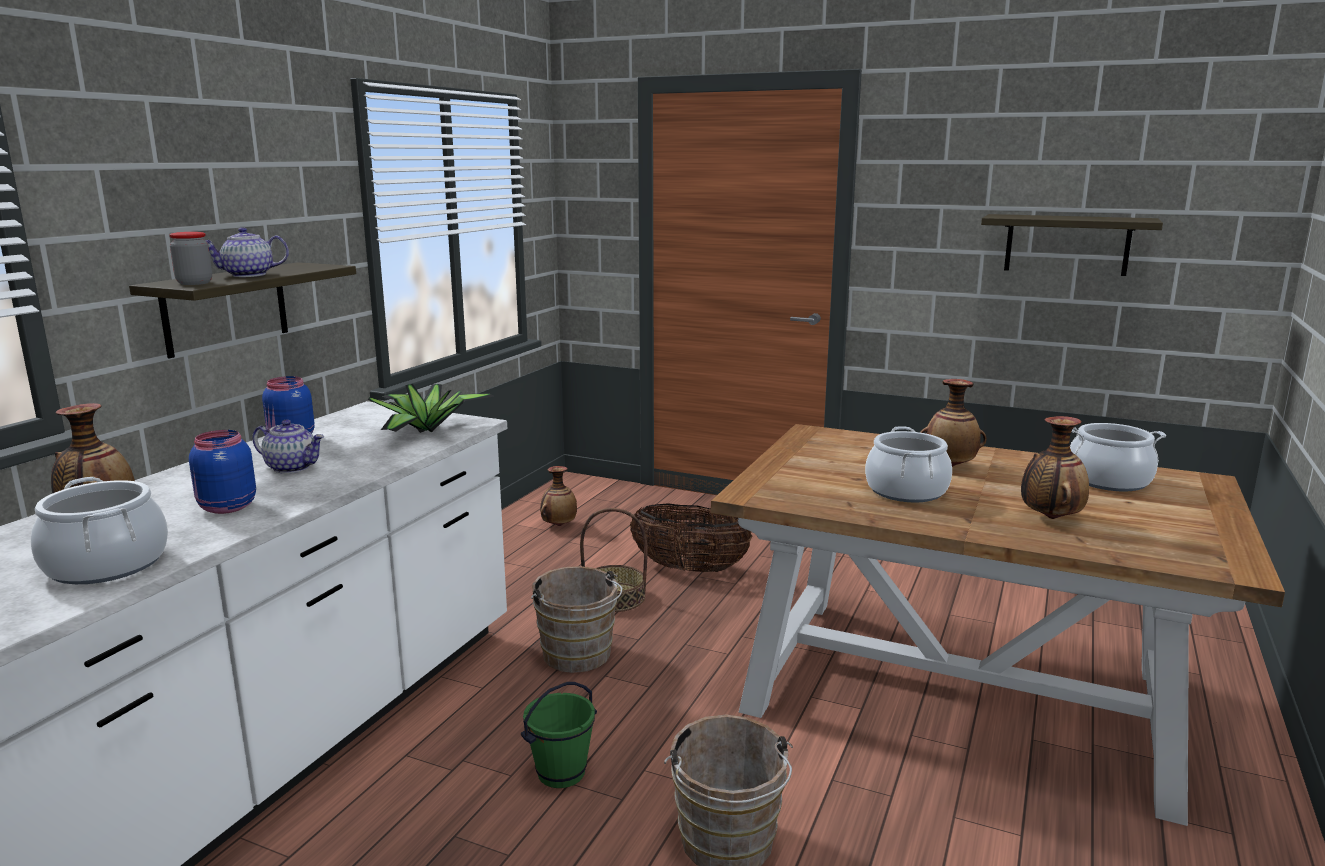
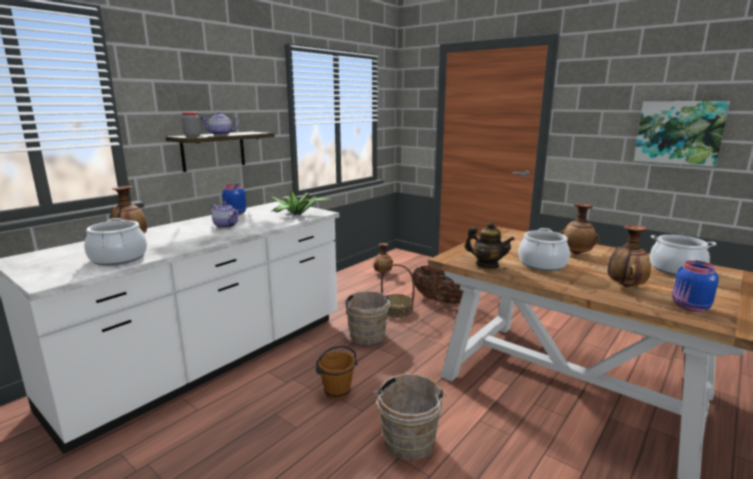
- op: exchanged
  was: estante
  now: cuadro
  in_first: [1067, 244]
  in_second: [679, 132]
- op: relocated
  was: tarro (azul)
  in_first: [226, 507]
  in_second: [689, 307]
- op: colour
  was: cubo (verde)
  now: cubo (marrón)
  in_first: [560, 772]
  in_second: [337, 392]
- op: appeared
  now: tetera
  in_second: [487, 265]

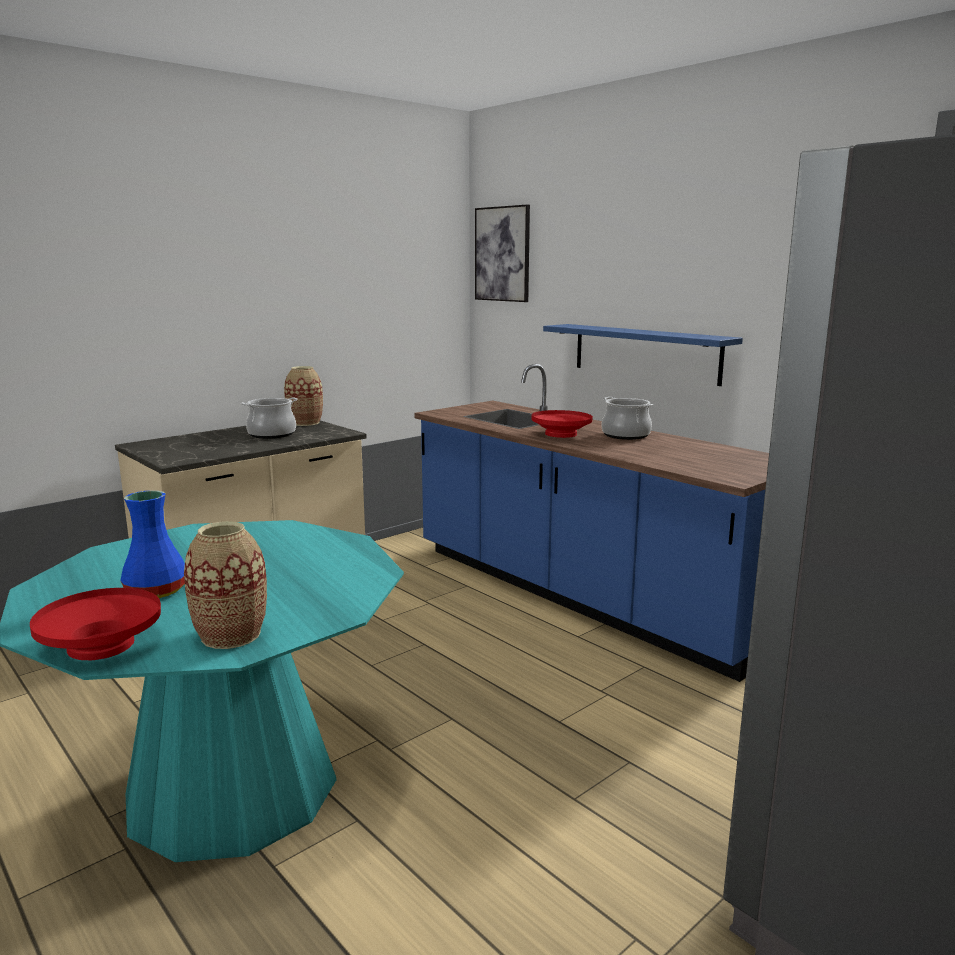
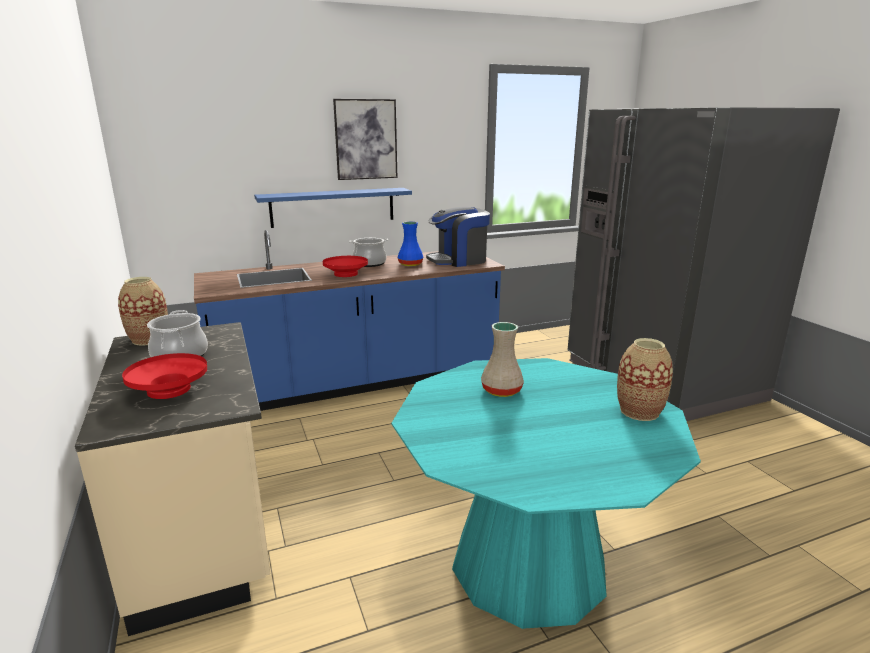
- op: relocated
  was: cuadro
  in_first: [502, 254]
  in_second: [366, 139]
- op: relocated
  was: florero (azul)
  in_first: [158, 591]
  in_second: [410, 264]
- op: relocated
  was: cuenco (rojo)
  in_first: [102, 646]
  in_second: [169, 390]
- op: appeared
  now: cafetera
  in_second: [458, 260]
- op: appeared
  now: florero (beis)
  in_second: [501, 391]

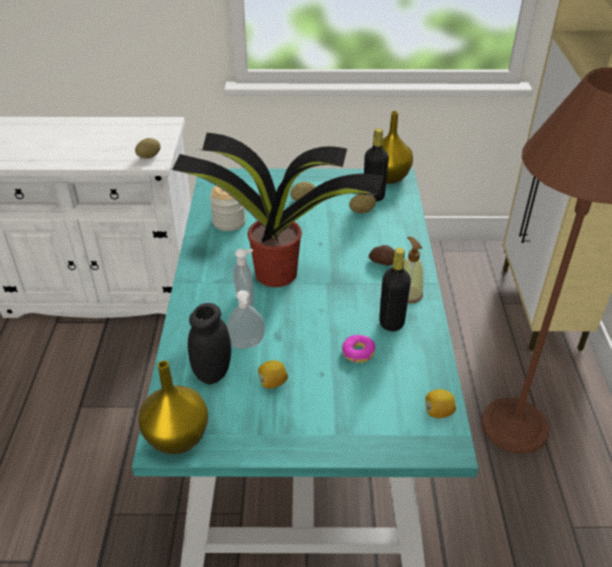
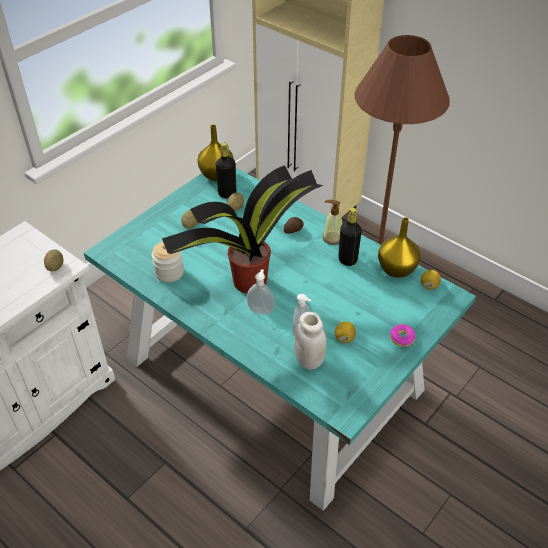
- op: colour
  was: tarro (negro)
  now: tarro (blanco)
  in_first: [213, 372]
  in_second: [309, 360]
- op: relocated
  was: rosquilla
  in_first: [358, 352]
  in_second: [402, 338]
- op: relocated
  was: florero (amarillo)
  in_first: [176, 437]
  in_second: [395, 269]

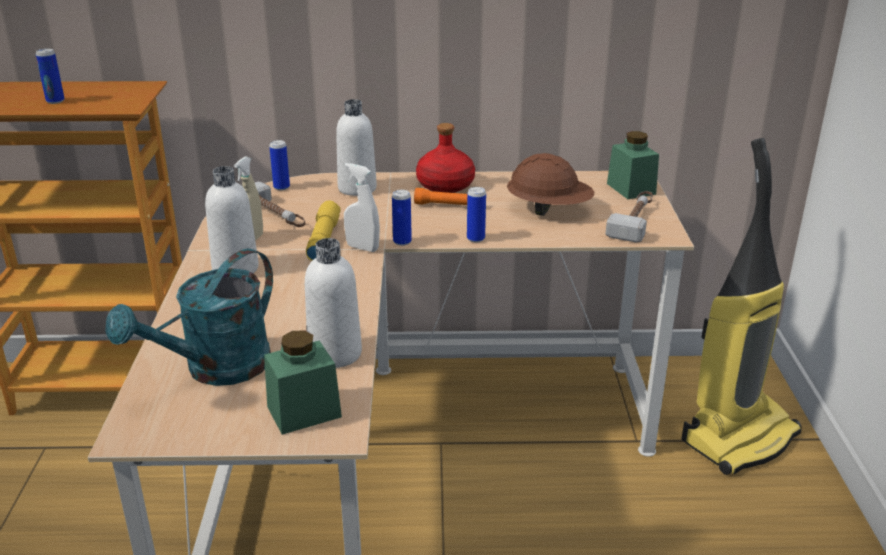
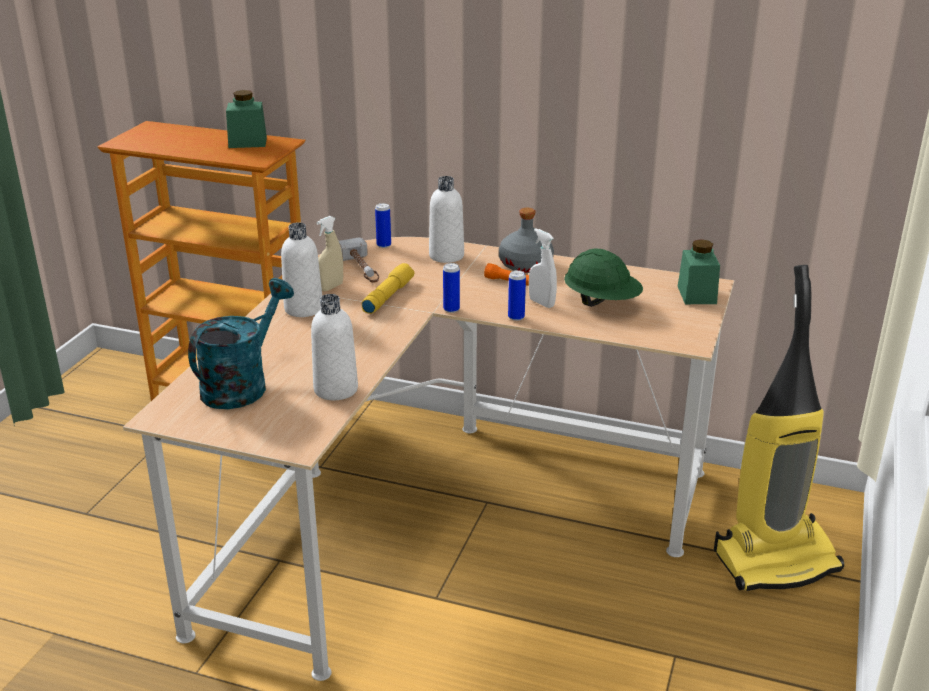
- op: missing
  was: lata
  in_first: [55, 101]
- op: colour
  was: botella (rojo)
  now: botella (gris)
  in_first: [446, 185]
  in_second: [526, 265]
- op: colour
  was: casco (marrón)
  now: casco (verde)
  in_first: [549, 210]
  in_second: [602, 302]
- op: relocated
  was: pulverizador (blanco)
  in_first: [362, 248]
  in_second: [541, 303]
- op: missing
  was: martillo
  in_first: [634, 220]
- op: spun
  was: regadera (turquesa)
  in_first: [216, 370]
  in_second: [242, 384]
  clockwise: 150
- op: relocated
  was: tarro (verde)
  in_first: [304, 411]
  in_second: [247, 142]

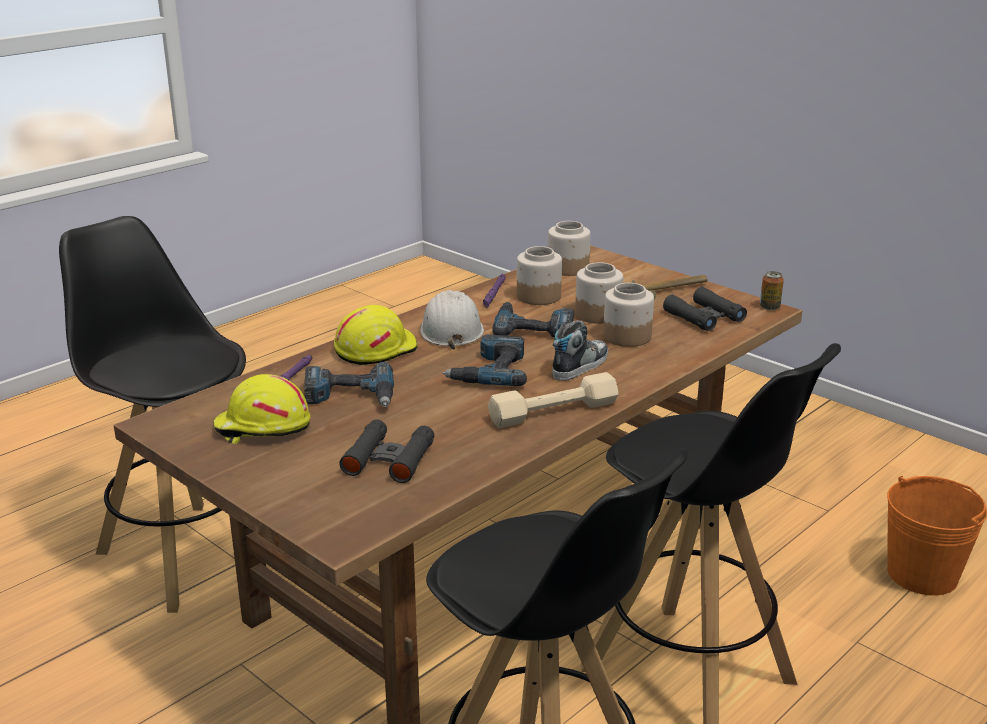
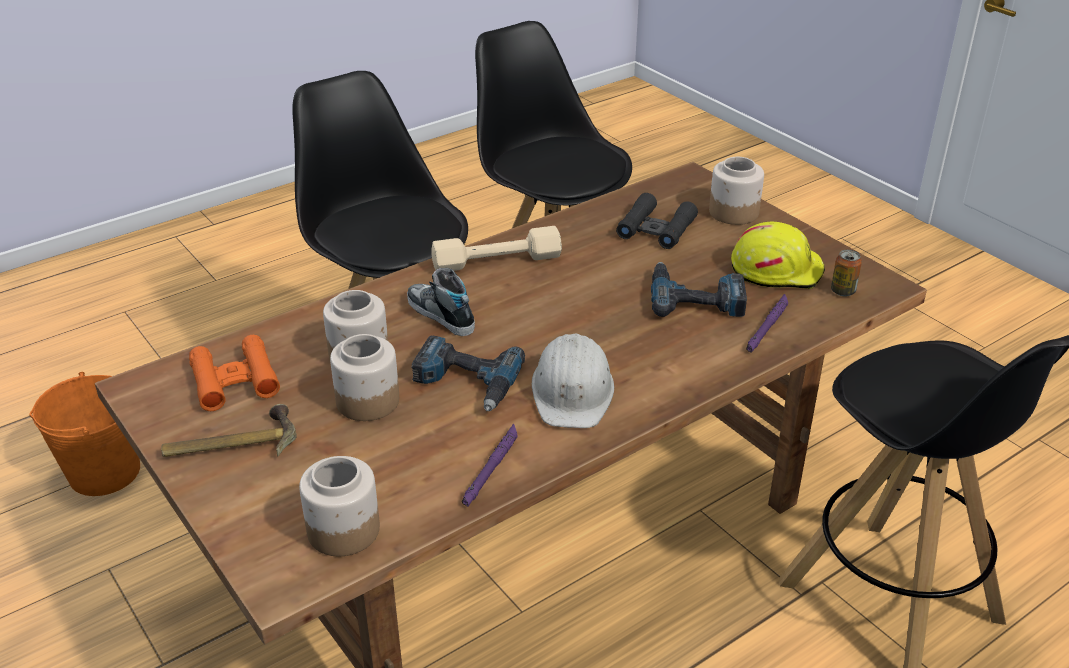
- op: relocated
  was: tarro
  in_first: [538, 296]
  in_second: [734, 212]
- op: relocated
  was: lata
  in_first: [769, 307]
  in_second: [843, 291]
- op: colour
  was: prismáticos (negro)
  now: prismáticos (naranja)
  in_first: [704, 317]
  in_second: [234, 380]
- op: missing
  was: casco (amarillo)
  in_first: [375, 349]
- op: spun
  was: zapato
  in_first: [580, 365]
  in_second: [440, 315]
  clockwise: 90
- op: missing
  was: taladro
  in_first: [489, 371]

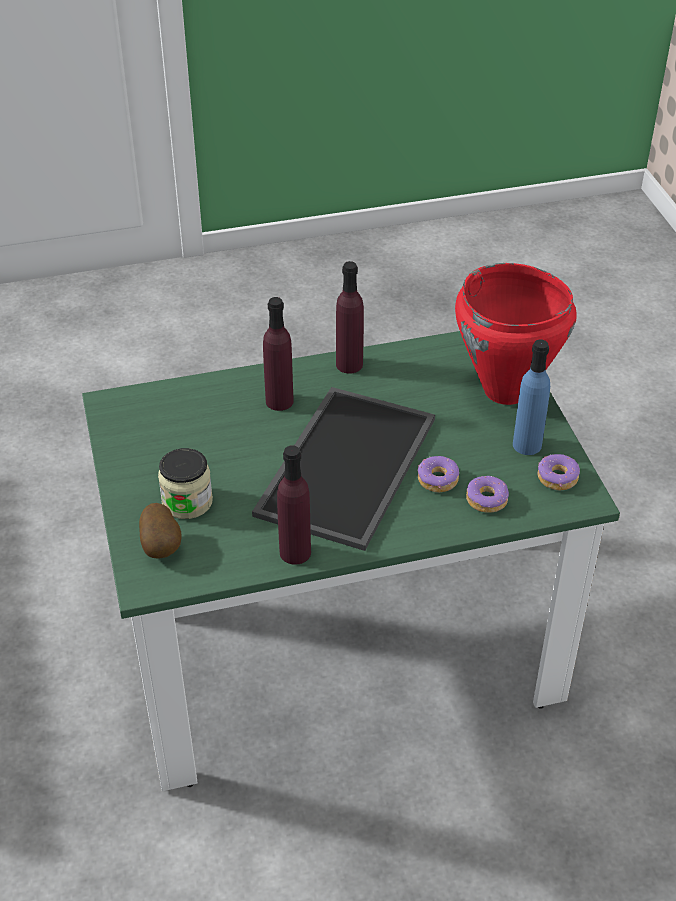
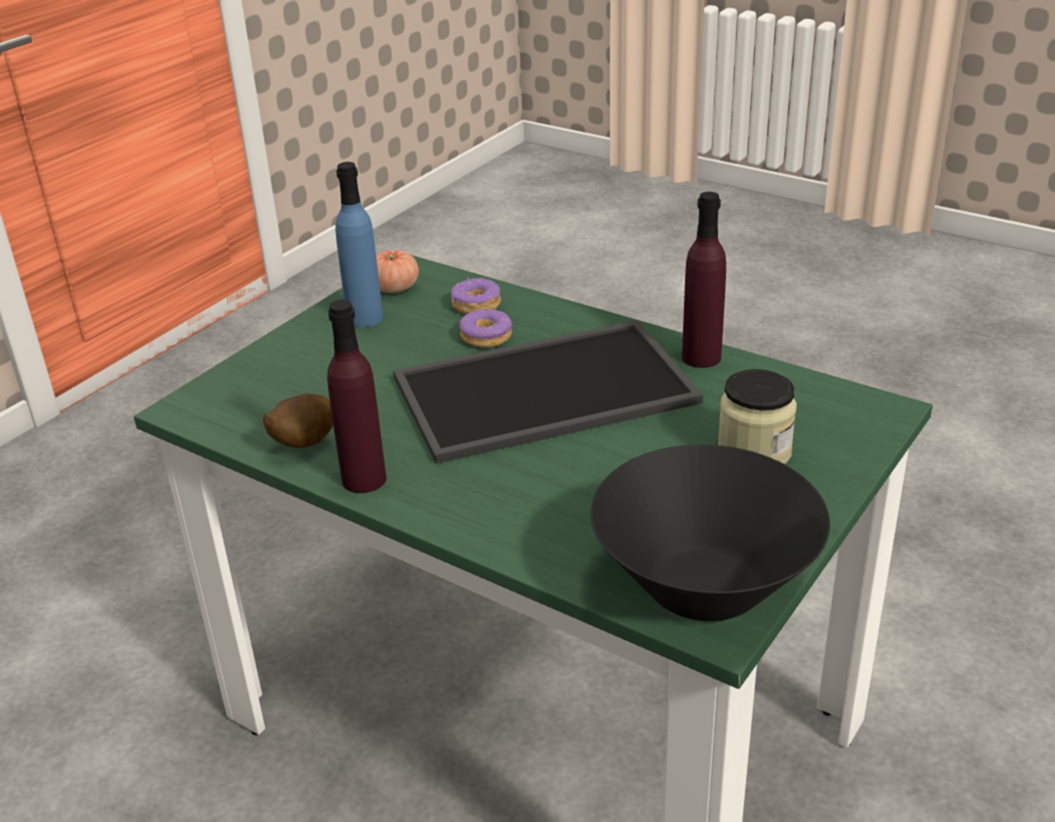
- op: missing
  was: olla (rojo)
  in_first: [506, 391]
- op: missing
  was: botella (morado)
  in_first: [279, 401]
- op: exchanged
  was: rosquilla
  now: tomate
  in_first: [557, 478]
  in_second: [394, 288]
- op: relocated
  was: patata
  in_first: [162, 547]
  in_second: [302, 444]
- op: appeared
  now: cuenco (negro)
  in_second: [704, 586]

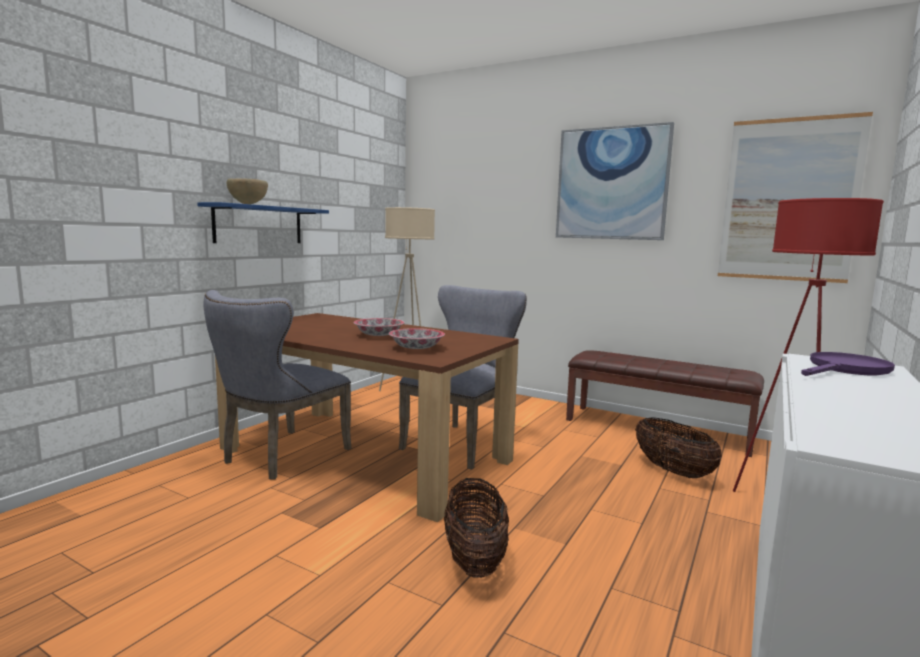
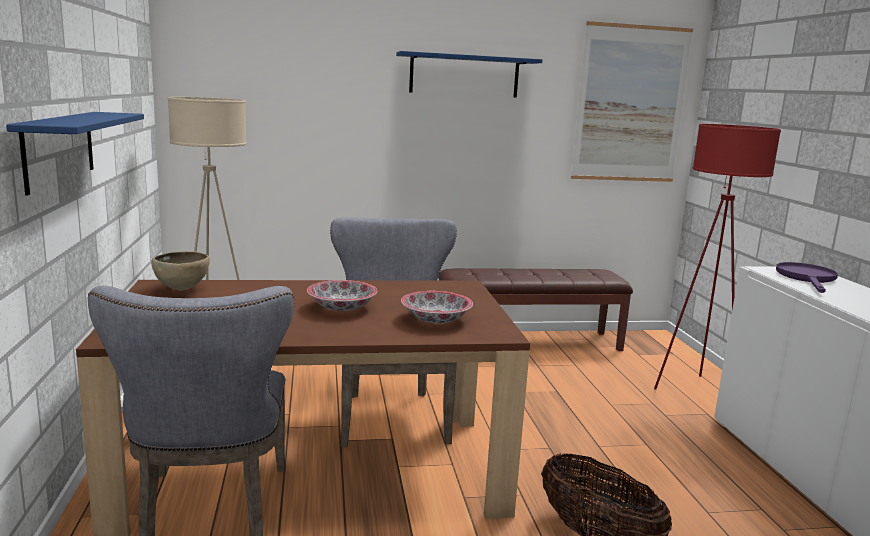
- op: exchanged
  was: cuadro
  now: estante (azul)
  in_first: [611, 183]
  in_second: [464, 75]
- op: relocated
  was: cuenco (marrón)
  in_first: [248, 204]
  in_second: [182, 289]
- op: missing
  was: cesta
  in_first: [673, 471]

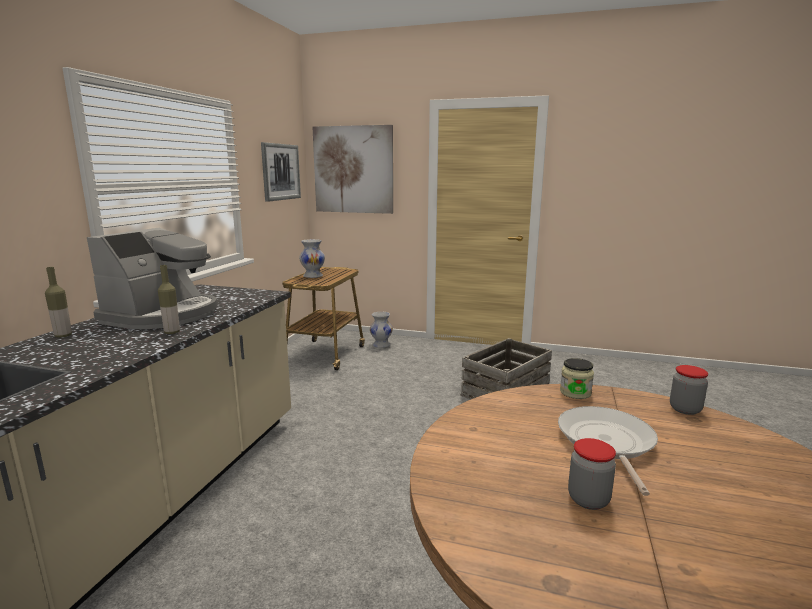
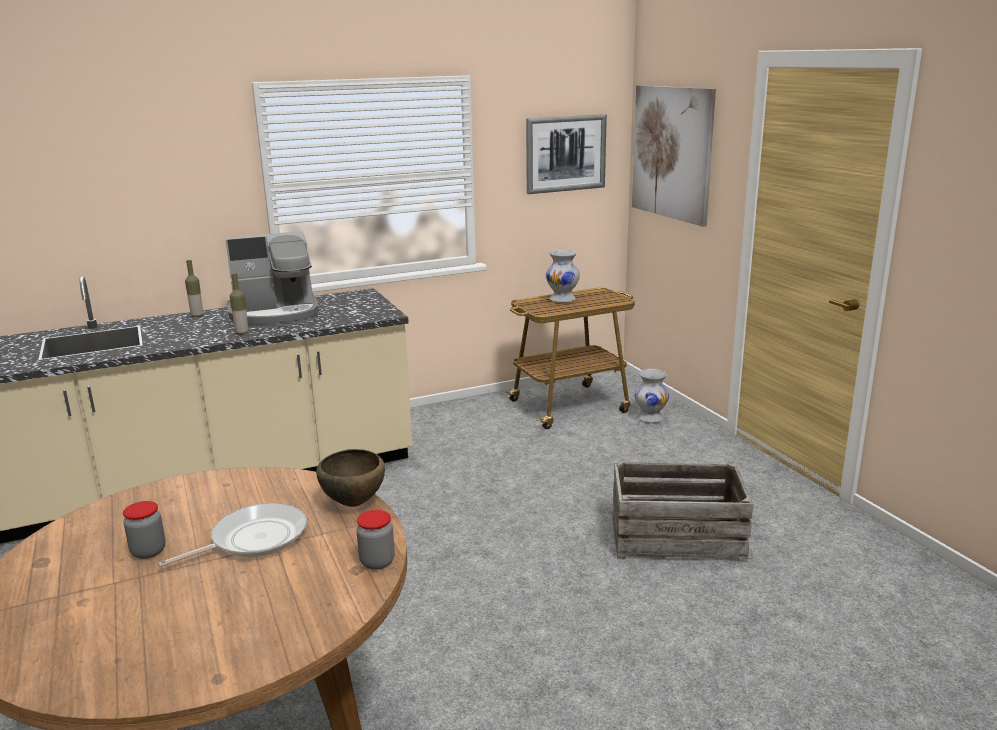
- op: exchanged
  was: tarro
  now: cuenco (marrón)
  in_first: [575, 392]
  in_second: [354, 503]

